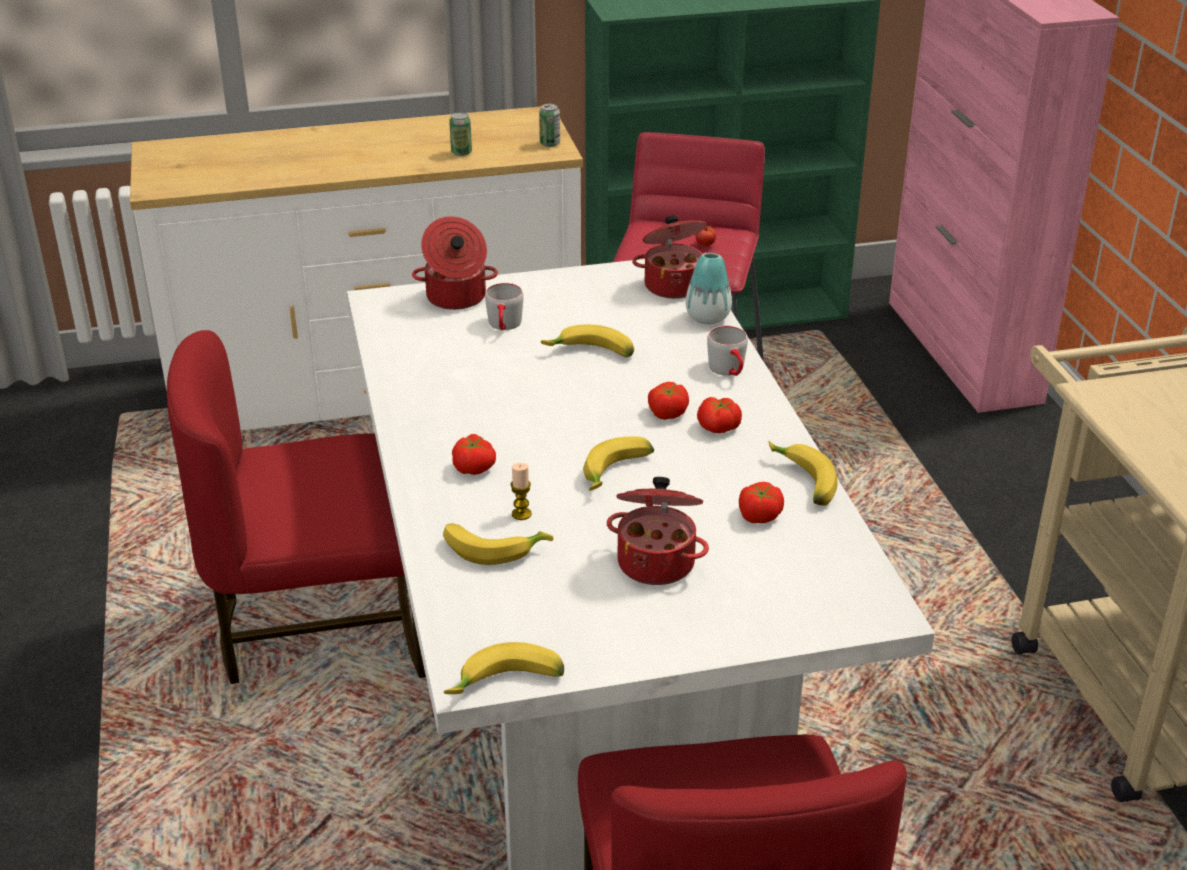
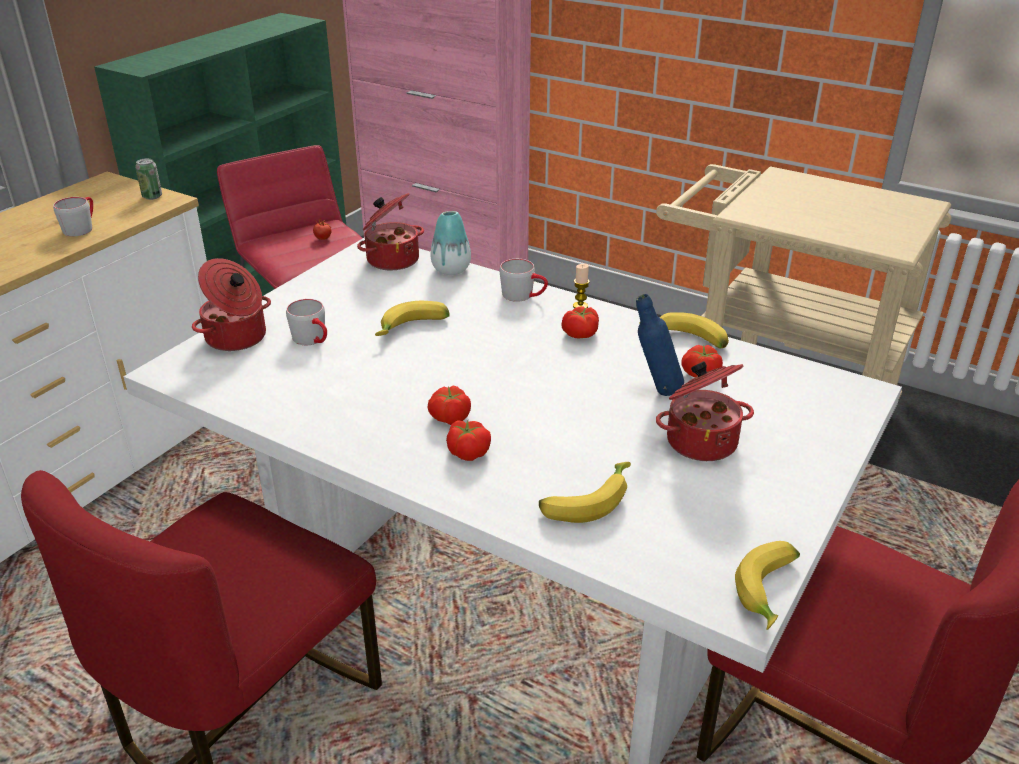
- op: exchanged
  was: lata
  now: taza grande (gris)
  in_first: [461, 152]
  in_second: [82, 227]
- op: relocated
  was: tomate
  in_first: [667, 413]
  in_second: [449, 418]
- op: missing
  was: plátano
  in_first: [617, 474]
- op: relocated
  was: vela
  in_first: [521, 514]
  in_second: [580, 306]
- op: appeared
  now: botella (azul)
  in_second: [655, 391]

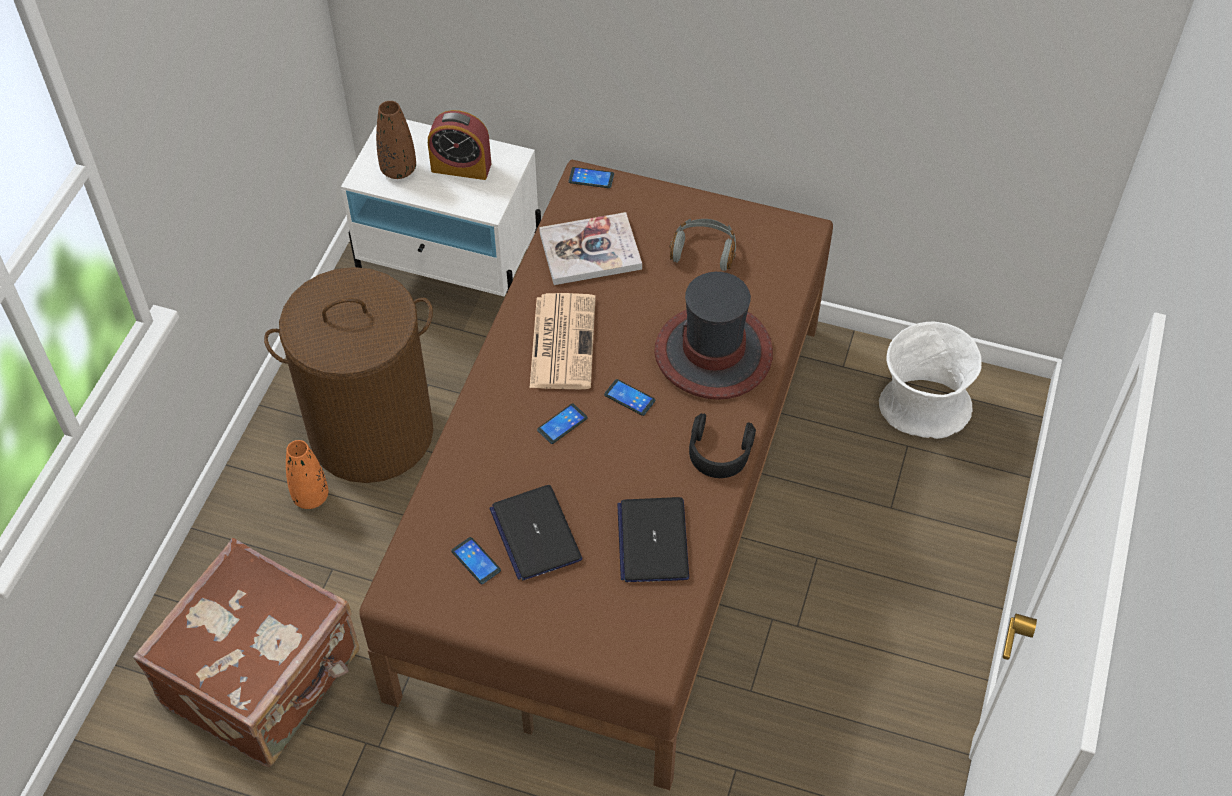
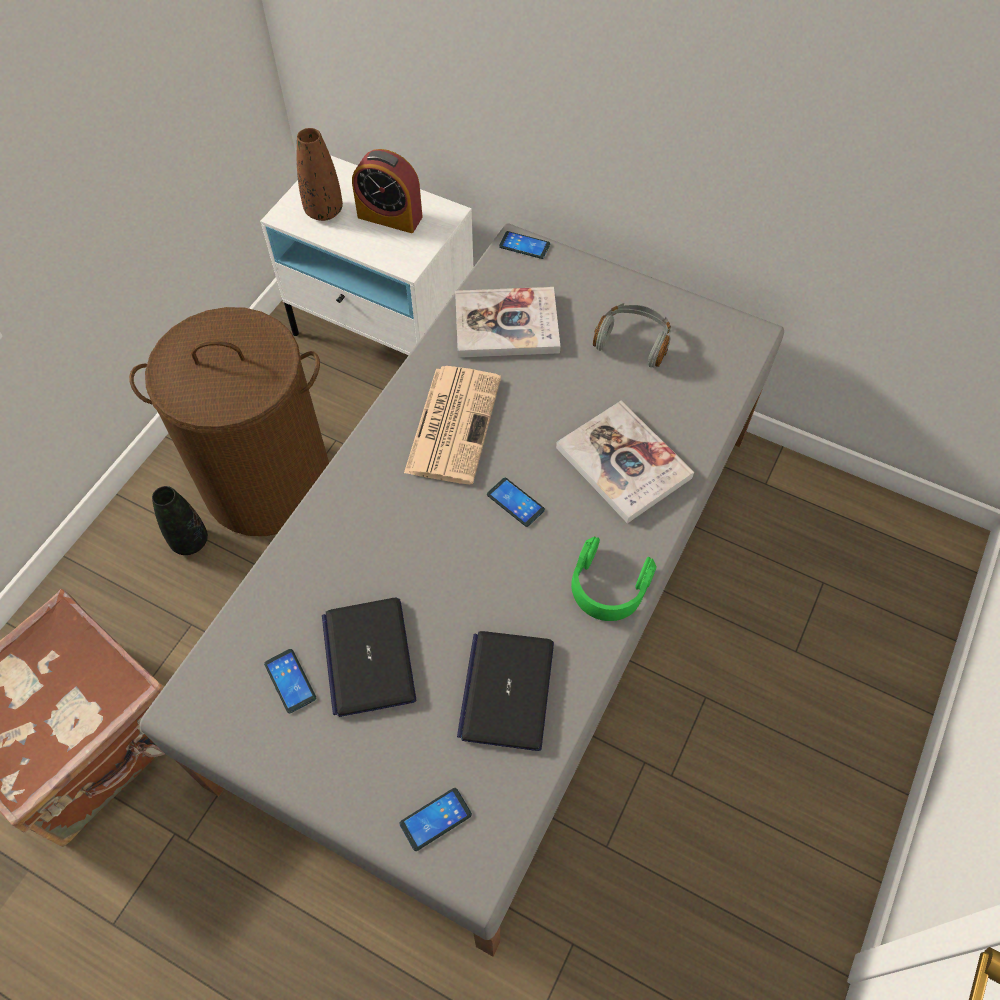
- op: colour
  was: cama (marrón)
  now: cama (gris)
  in_first: [619, 500]
  in_second: [503, 596]
- op: exchanged
  was: sombrero
  now: libro
  in_first: [714, 353]
  in_second: [623, 463]
- op: missing
  was: florero (blanco)
  in_first: [923, 406]
- op: relocated
  was: móvil
  in_first: [562, 424]
  in_second: [435, 819]
- op: colour
  was: auriculares (negro)
  now: auriculares (verde)
  in_first: [719, 452]
  in_second: [608, 586]
- op: colour
  was: florero (naranja)
  now: florero (negro)
  in_first: [311, 497]
  in_second: [190, 541]

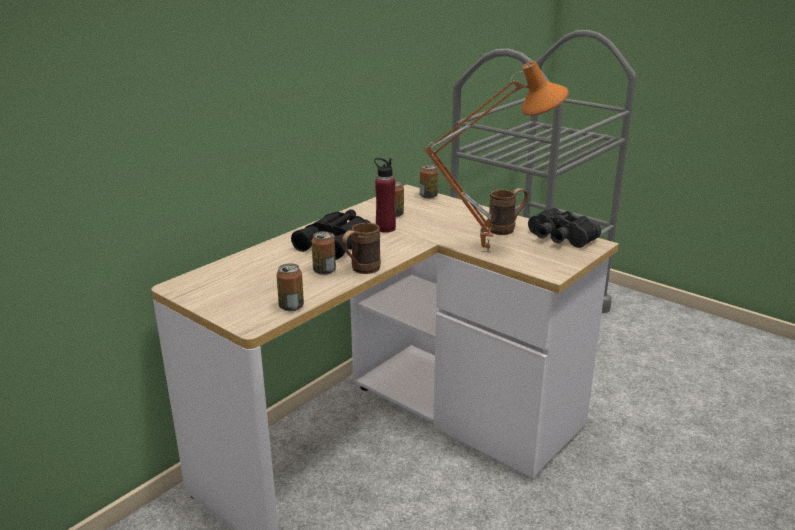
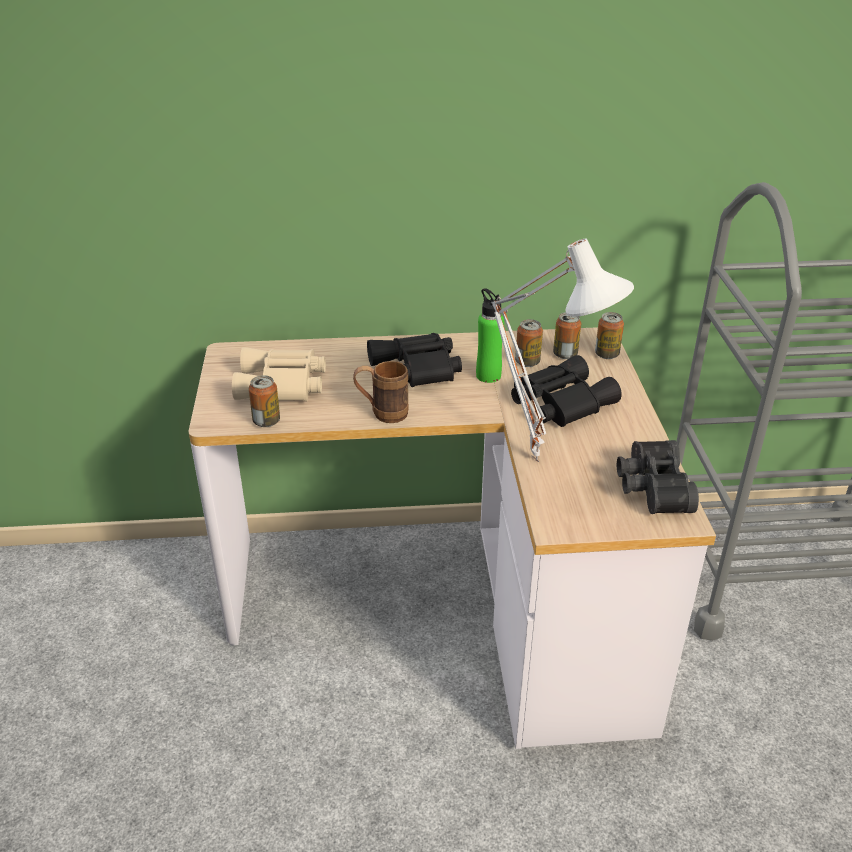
- op: colour
  was: lámpara de mesa (naranja)
  now: lámpara de mesa (blanco)
  in_first: [486, 250]
  in_second: [539, 457]
- op: colour
  was: botella (rojo)
  now: botella (verde)
  in_first: [385, 228]
  in_second: [488, 376]
- op: missing
  was: taza grande (marrón)
  in_first: [507, 229]
- op: relocated
  was: lata
  in_first: [324, 271]
  in_second: [565, 354]
- op: appeared
  now: prismáticos (beis)
  in_second: [282, 385]
- op: appeared
  now: prismáticos (negro)
  in_second: [559, 402]

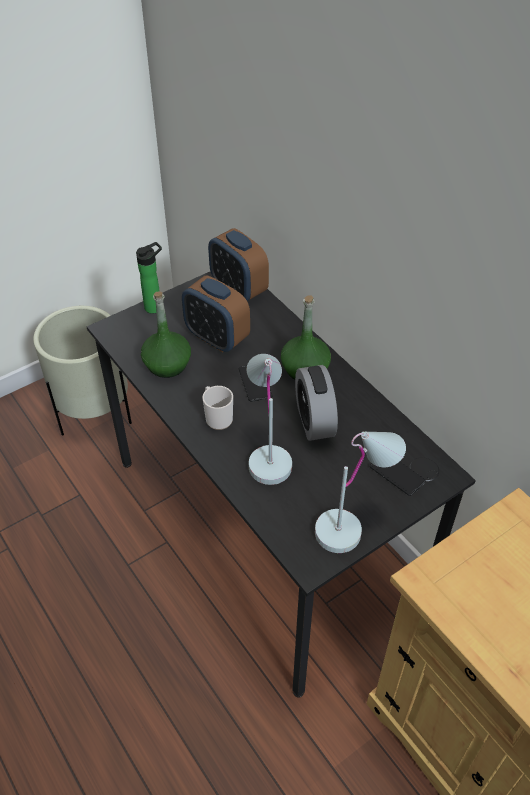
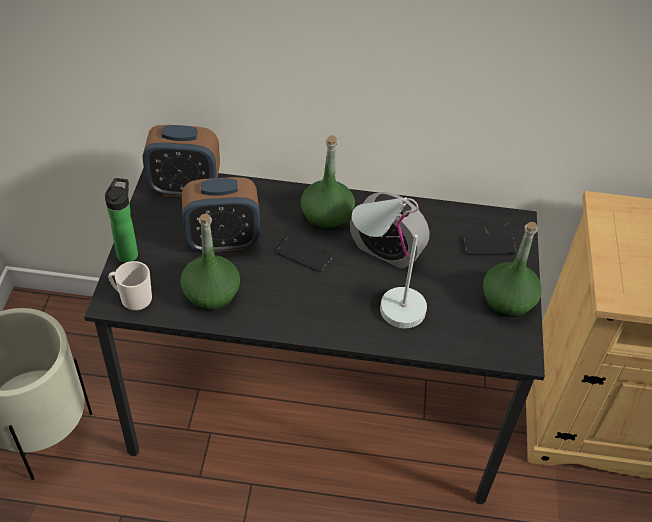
- op: relocated
  was: taza grande
  in_first: [217, 417]
  in_second: [133, 298]
- op: exchanged
  was: lámpara de mesa (blanco)
  now: botella (verde)
  in_first: [354, 522]
  in_second: [507, 301]

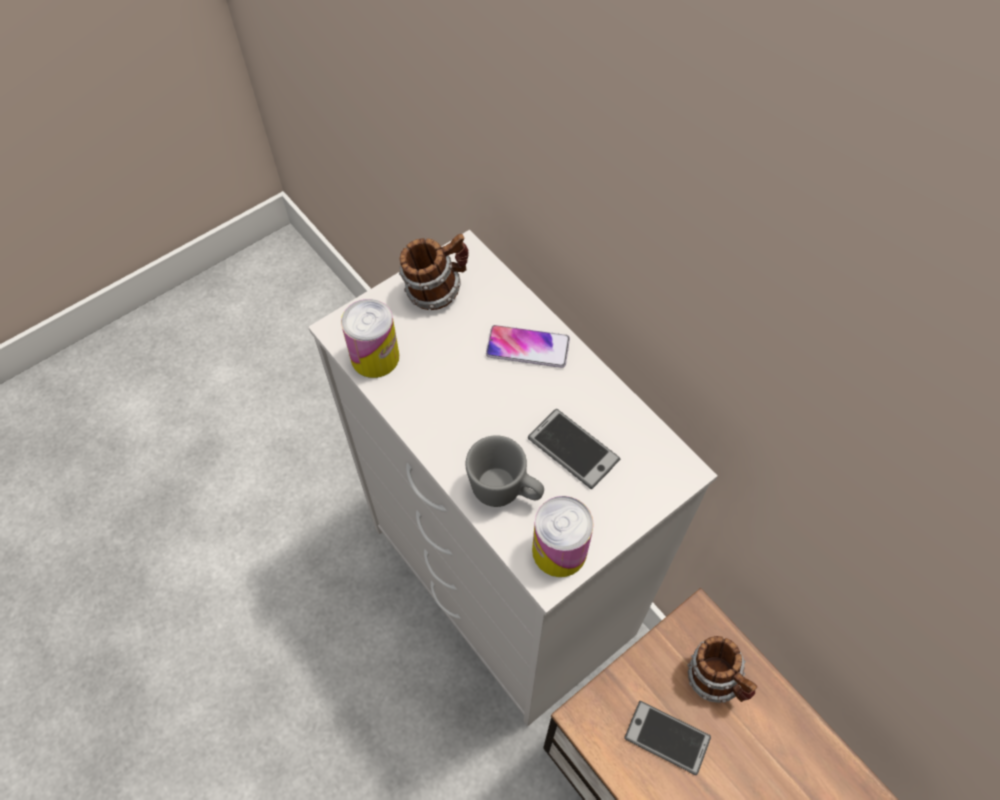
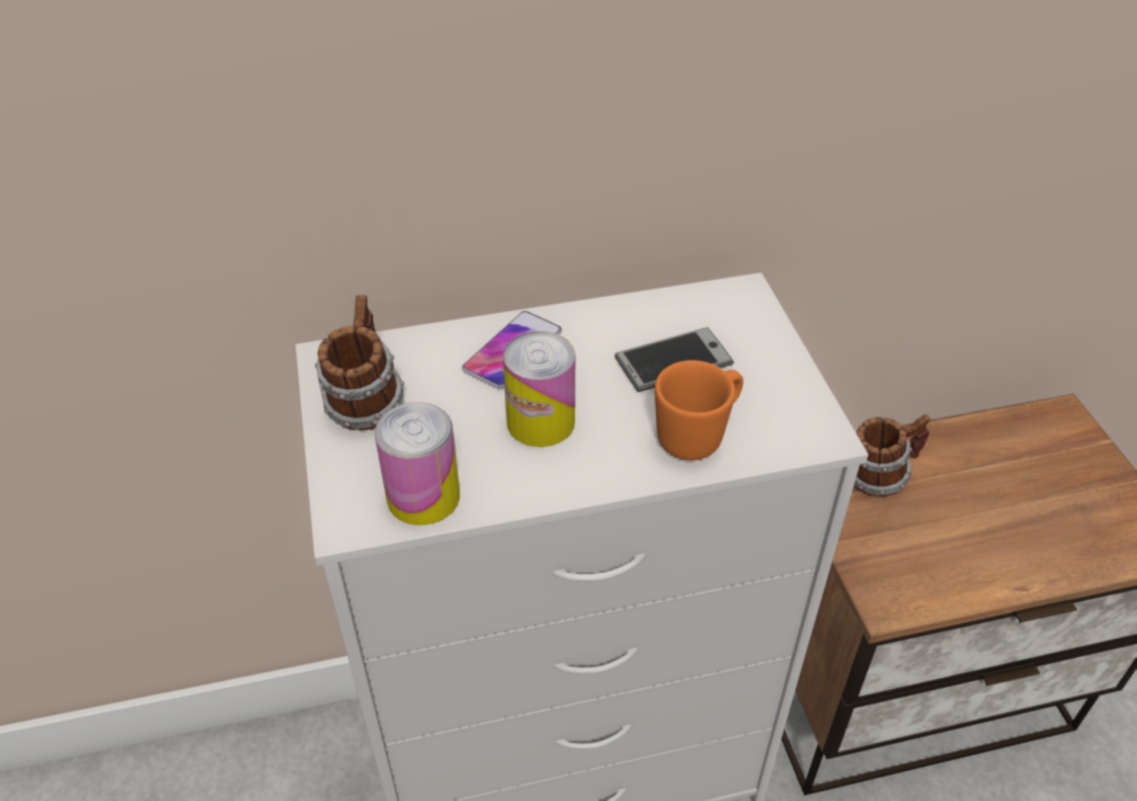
- op: colour
  was: taza grande (gris)
  now: taza grande (naranja)
  in_first: [505, 491]
  in_second: [698, 435]
- op: relocated
  was: lata
  in_first: [559, 550]
  in_second: [540, 422]
- op: missing
  was: móvil
  in_first: [667, 737]

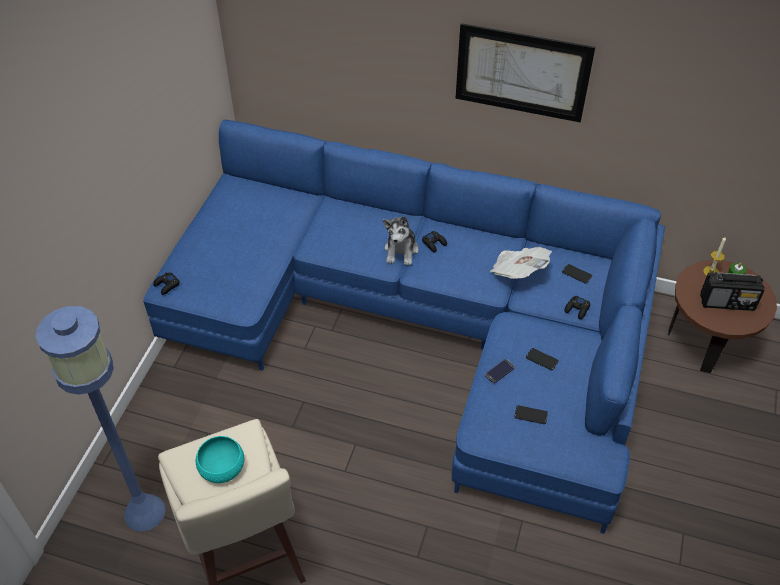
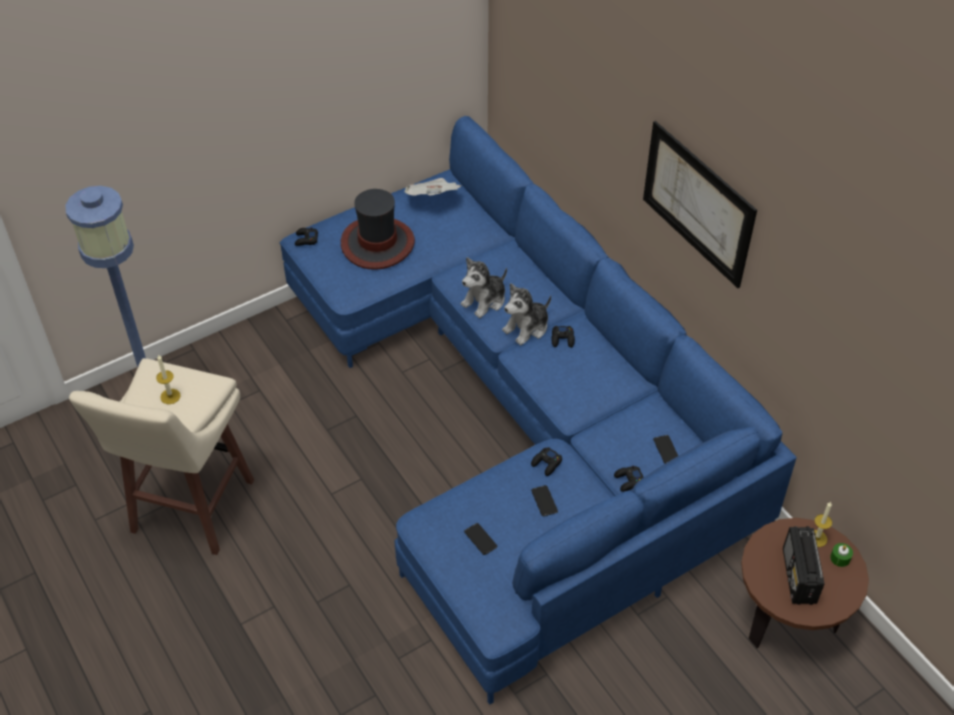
- op: relocated
  was: periódico
  in_first: [518, 271]
  in_second: [433, 199]
- op: spun
  was: radio
  in_first: [727, 302]
  in_second: [798, 577]
  clockwise: 45
- op: missing
  was: móvil
  in_first: [499, 371]
- op: exchanged
  was: cuenco (turquesa)
  now: vela
  in_first: [221, 467]
  in_second: [170, 396]
- op: appeared
  now: sombrero
  in_second: [377, 244]
- op: appeared
  now: peluche
  in_second: [485, 301]
- op: appeared
  now: mando de consola (negro)
  in_second: [546, 463]

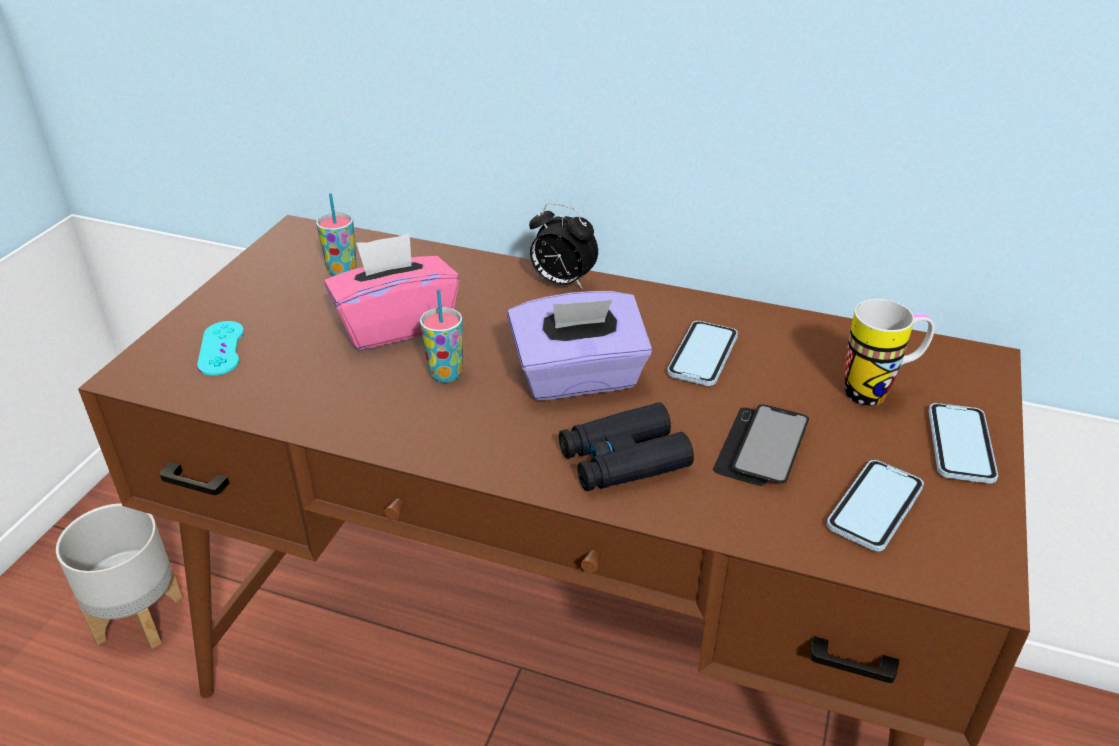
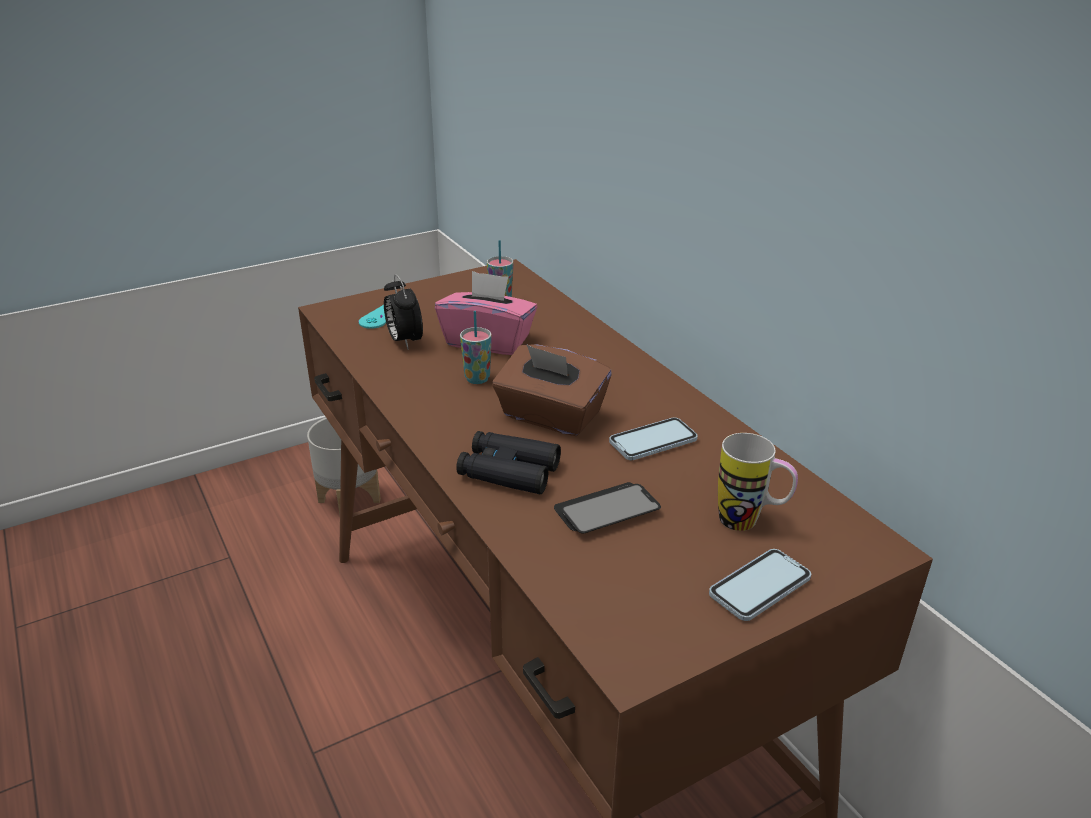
- op: relocated
  was: despertador
  in_first: [561, 282]
  in_second: [404, 341]
- op: colour
  was: caja de pañuelos (morado)
  now: caja de pañuelos (marrón)
  in_first: [578, 378]
  in_second: [550, 416]
- op: missing
  was: móvil
  in_first: [874, 507]

